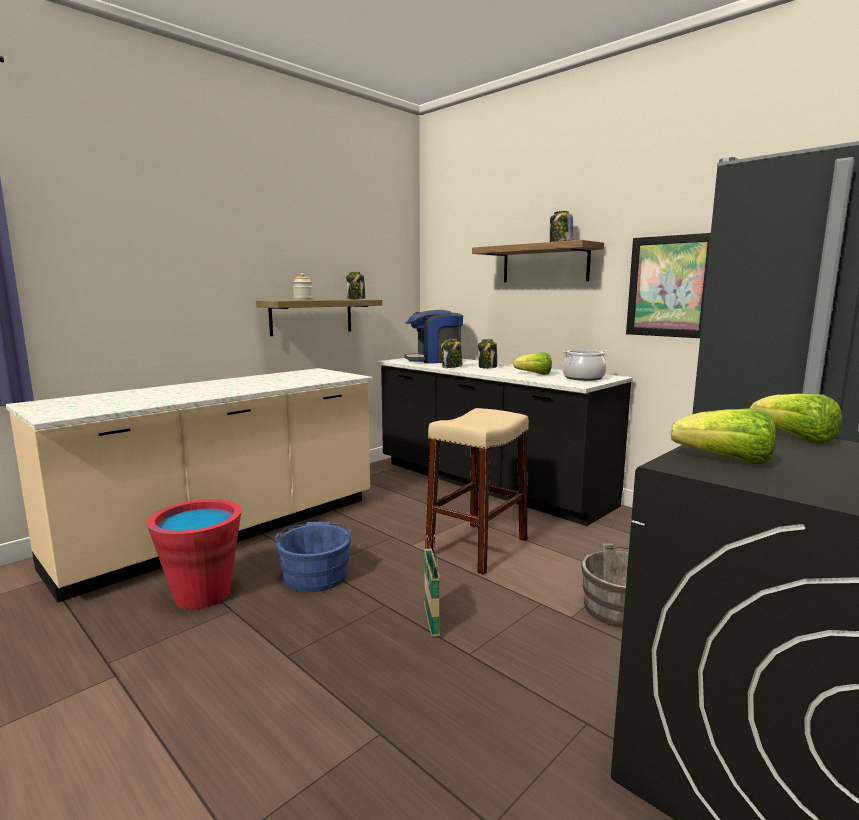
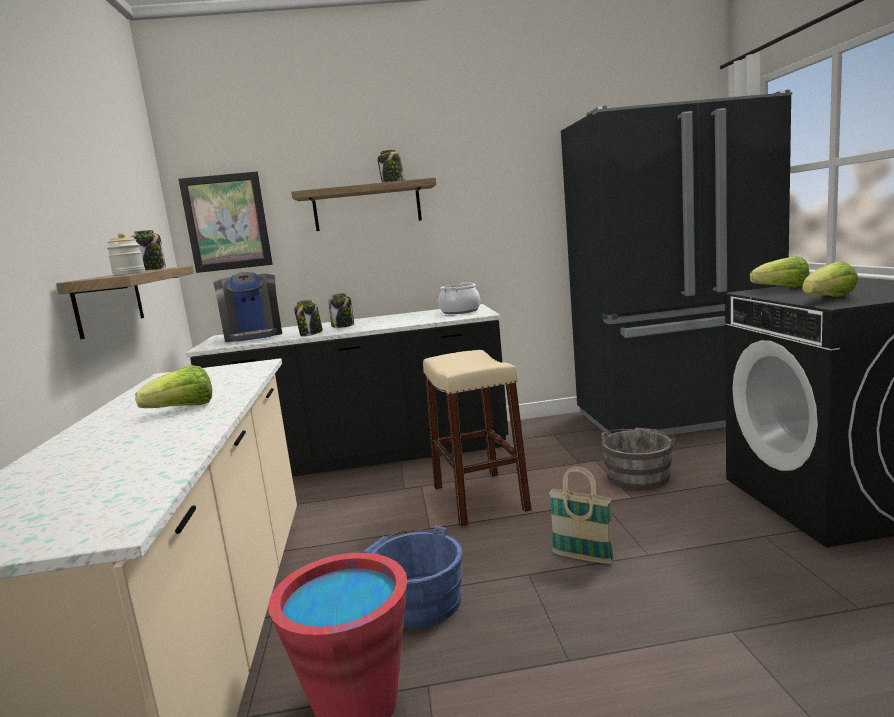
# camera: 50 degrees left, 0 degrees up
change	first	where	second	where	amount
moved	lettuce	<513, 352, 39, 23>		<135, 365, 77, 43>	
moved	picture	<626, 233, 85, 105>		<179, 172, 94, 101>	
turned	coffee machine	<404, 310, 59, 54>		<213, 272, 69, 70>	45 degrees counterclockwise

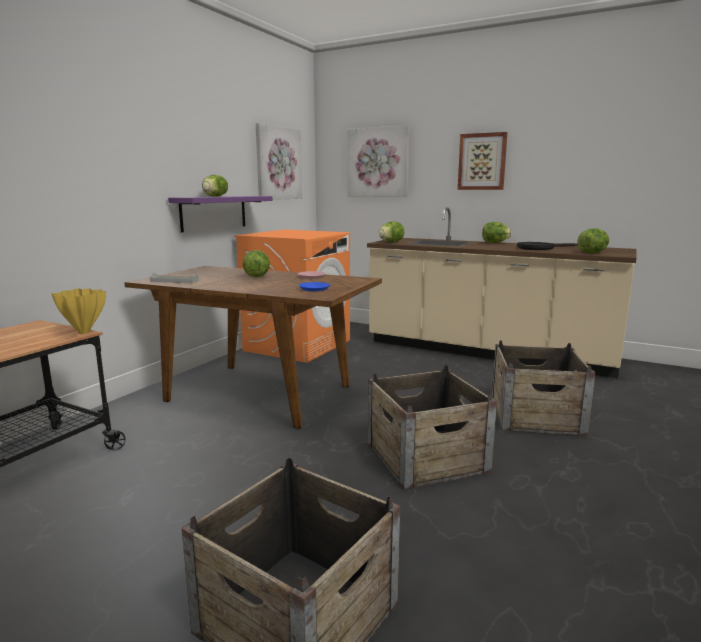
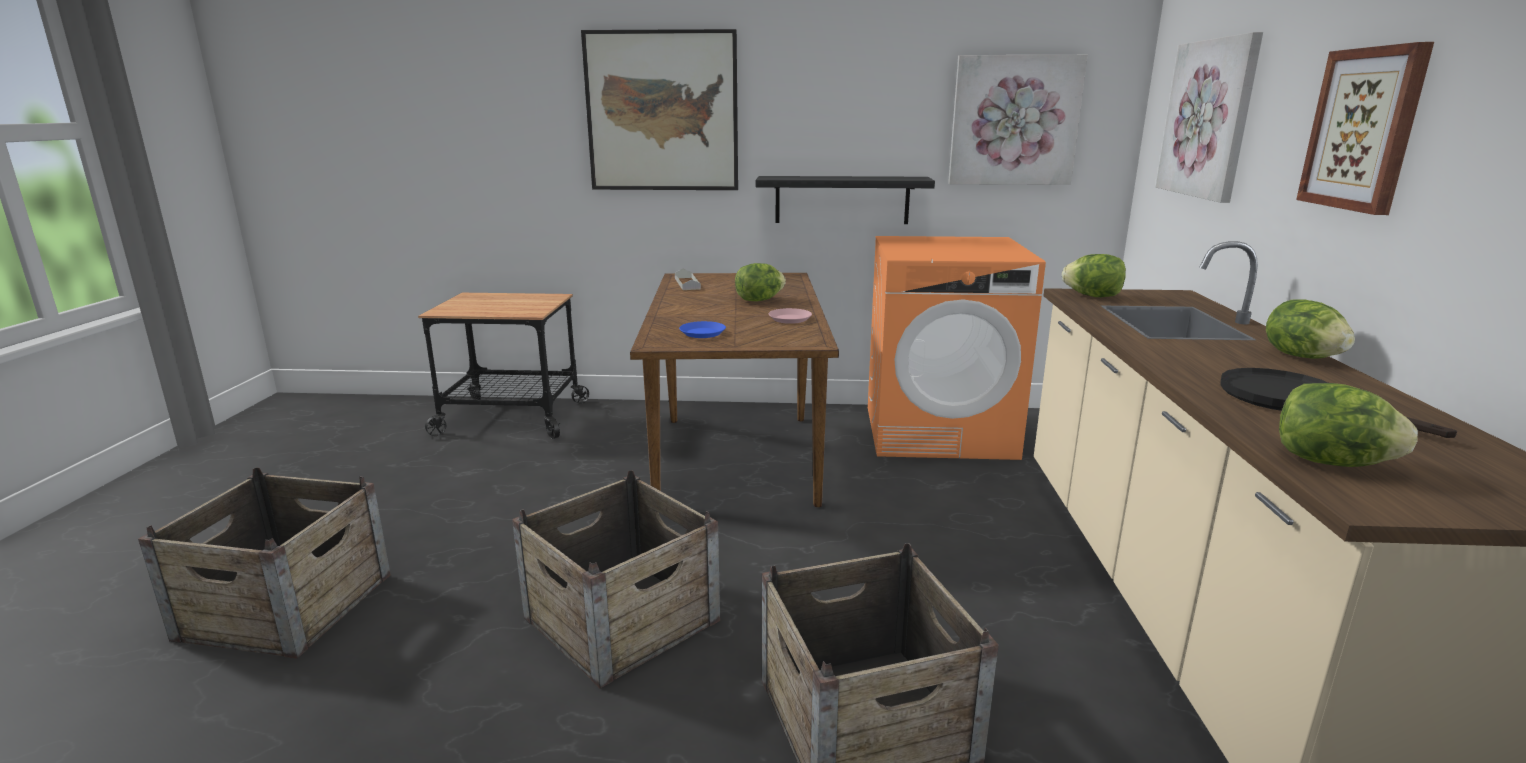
# camera: 65 degrees right, 5 degrees up
change	first	where	second	where	amount
added			picture	<581, 29, 157, 161>	
recoloured	shelf/purple	<168, 196, 105, 36>	shelf/black	<756, 176, 179, 48>	
removed	vase/yellow	<52, 289, 54, 45>			
removed	lettuce	<202, 175, 26, 22>			

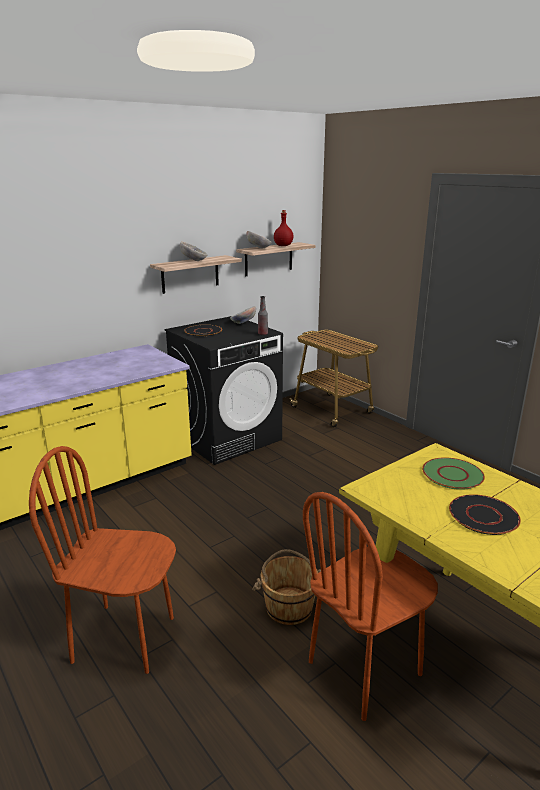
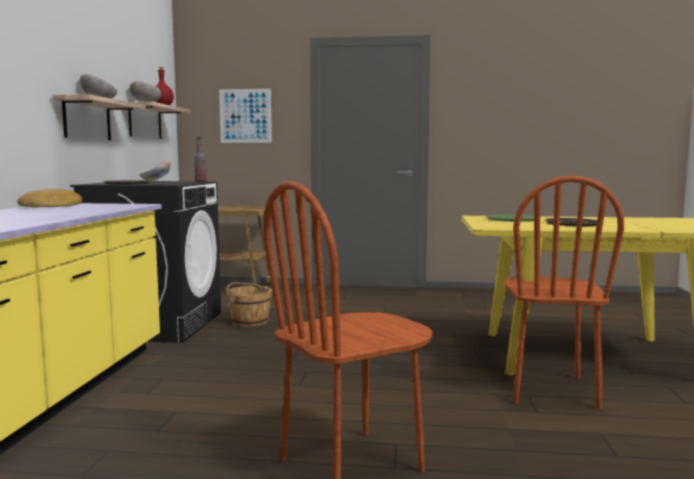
# camera: 45 degrees left, 15 degrees down
change	first	where	second	where	amount
added			bread	<17, 189, 66, 19>	
added			picture	<219, 89, 53, 54>	
moved	bucket/brown	<252, 549, 69, 76>		<226, 282, 46, 45>	

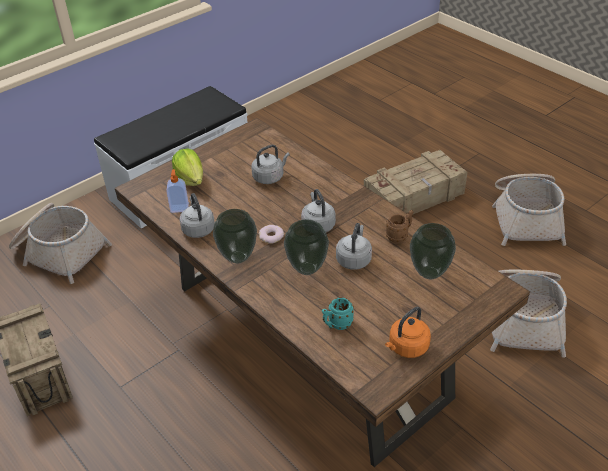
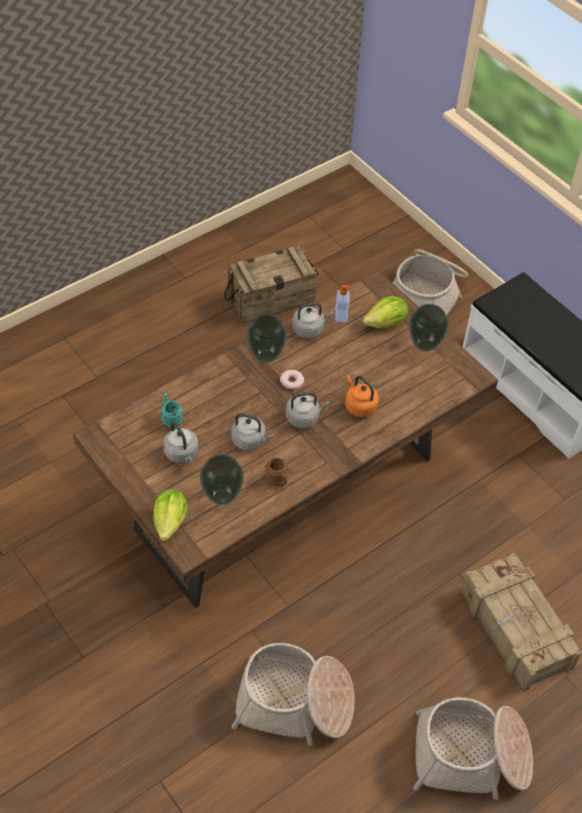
# camera: 90 degrees right, 10 degrees up
change	first	where	second	where	amount
added			lettuce	<153, 489, 35, 52>	
moved	kettle/grey	<251, 145, 39, 39>		<163, 421, 35, 42>	
moved	kettle/orange	<385, 307, 46, 51>		<345, 375, 34, 42>	
moved	vase	<284, 219, 45, 56>		<409, 304, 39, 47>	

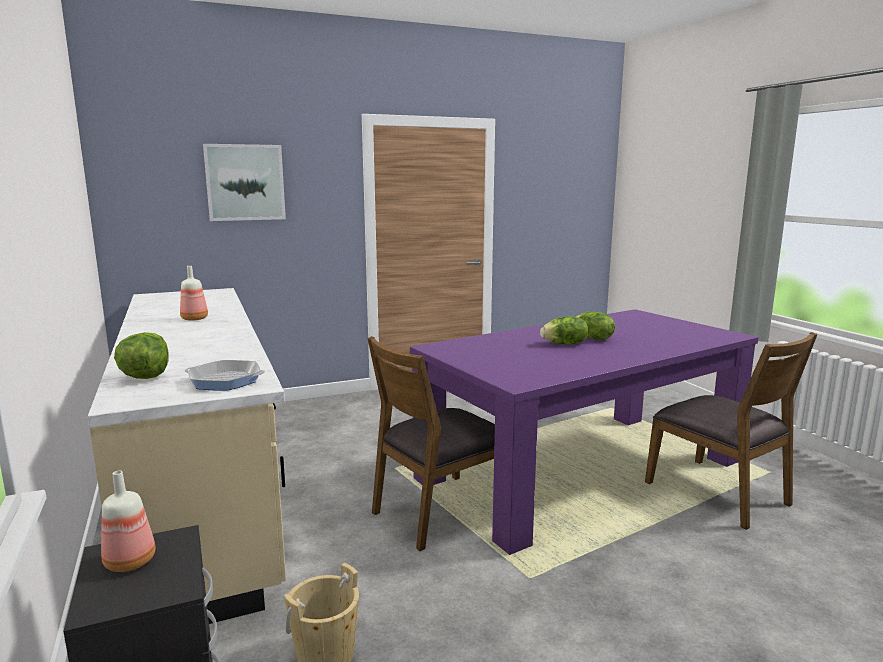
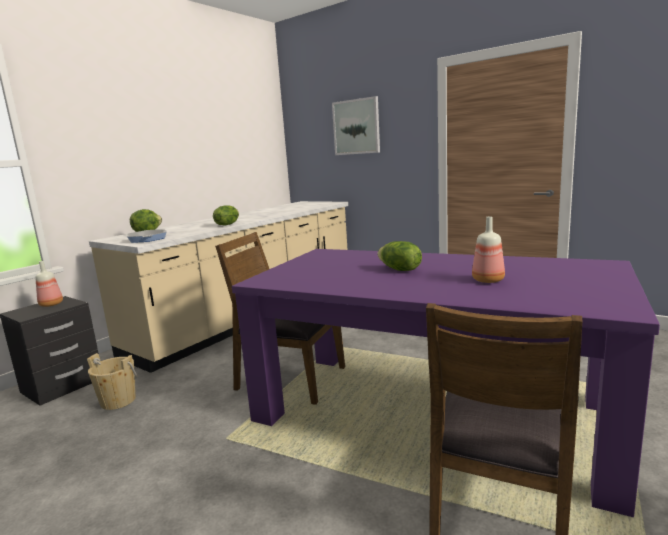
# camera: 60 degrees right, 0 degrees up
change	first	where	second	where	amount
moved	lettuce	<576, 311, 39, 28>		<213, 205, 26, 21>	
moved	bottle	<180, 266, 28, 55>		<472, 216, 33, 67>	

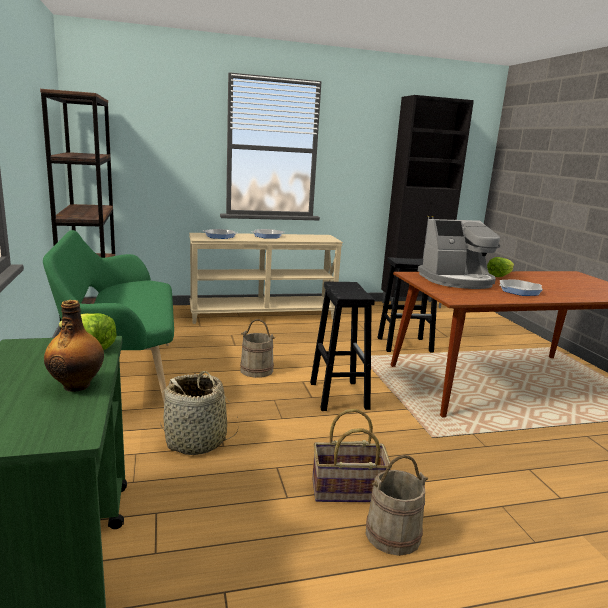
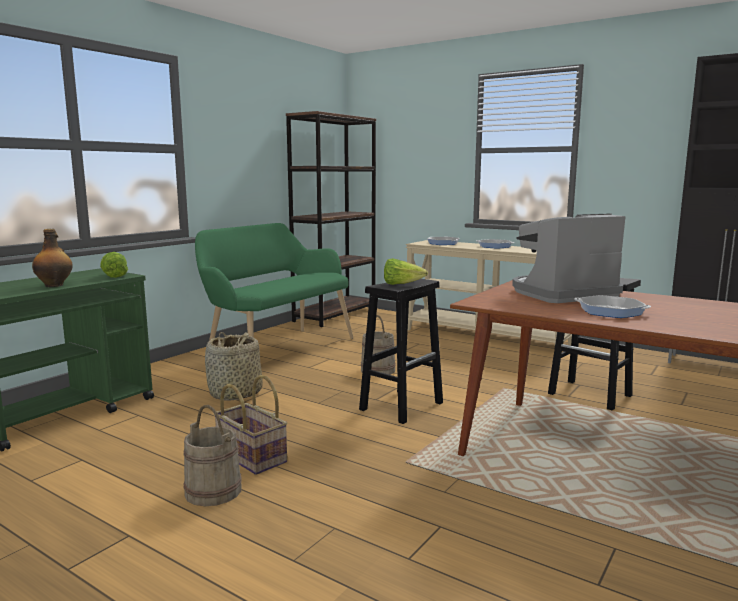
# camera: 50 degrees right, 5 degrees down
change	first	where	second	where	amount
moved	lettuce	<487, 257, 27, 20>		<384, 258, 44, 27>	
turned	coffee machine	<418, 219, 82, 70>		<512, 214, 114, 89>	120 degrees clockwise

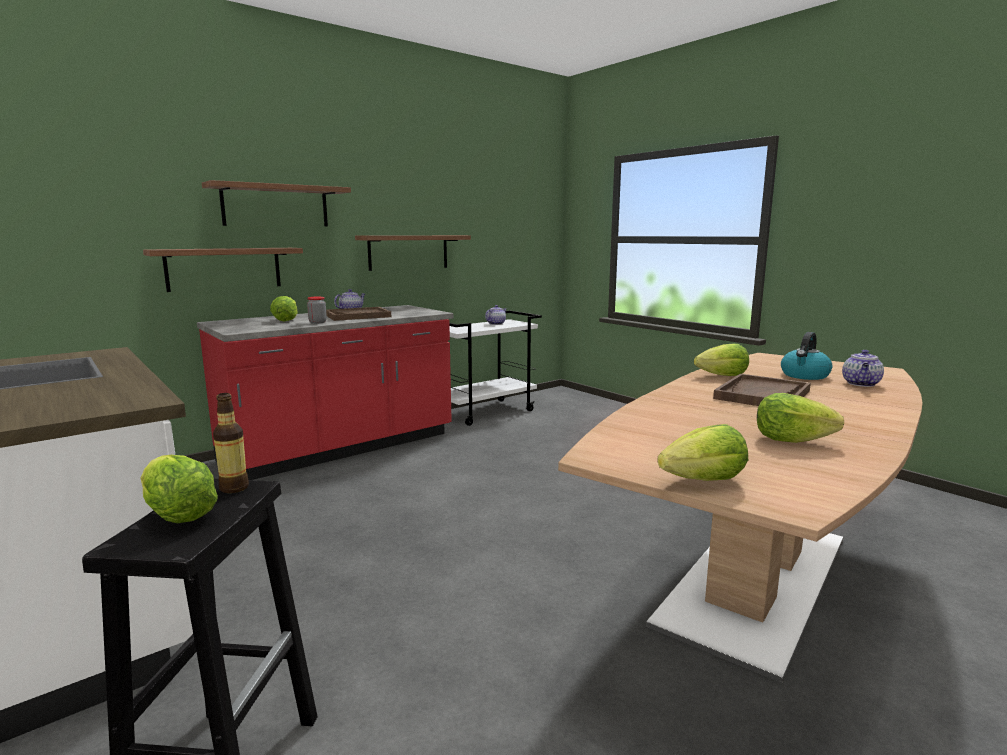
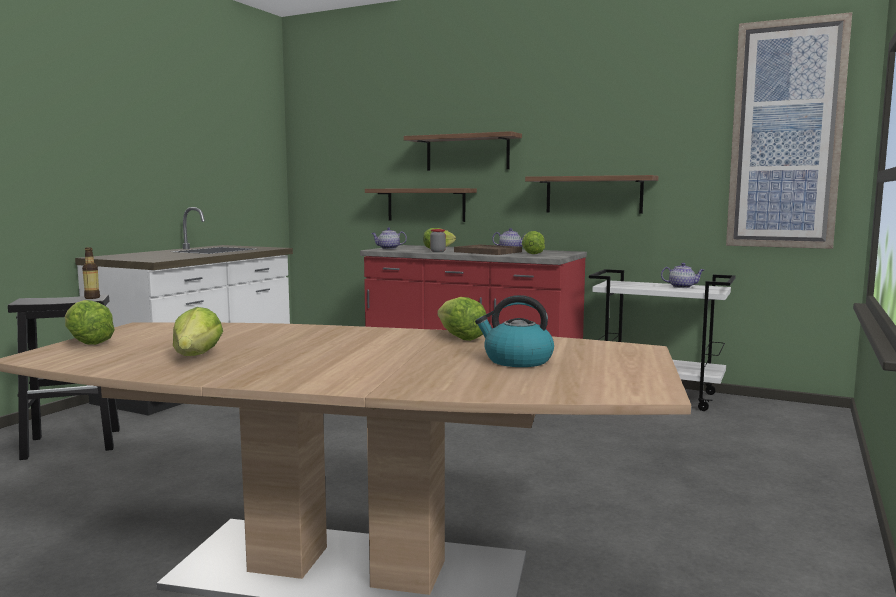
# camera: 65 degrees right, 5 degrees down
change	first	where	second	where	amount
moved	teapot	<842, 350, 42, 37>		<371, 227, 36, 22>	
moved	lettuce	<140, 455, 78, 68>		<522, 231, 23, 23>	
added			picture	<726, 12, 126, 237>	
removed	tray/brown	<713, 374, 98, 32>			

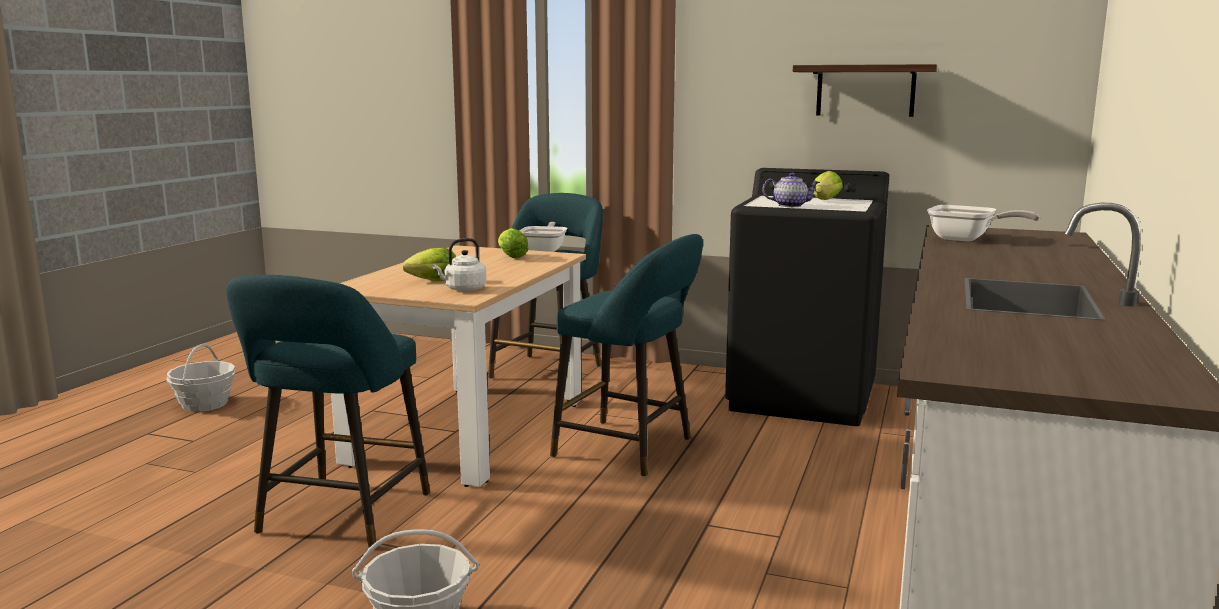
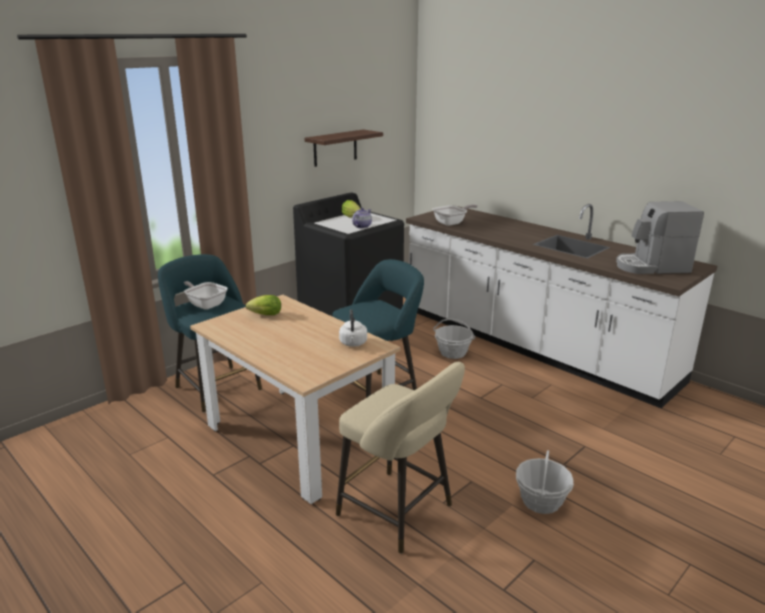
# camera: 65 degrees left, 10 degrees up
change	first	where	second	where	amount
recoloured	stool/turquoise	<226, 275, 204, 273>	stool/beige	<336, 362, 129, 192>	
moved	basket	<167, 343, 68, 69>		<433, 319, 42, 40>	
added			coffee machine	<616, 201, 88, 73>	
removed	lettuce	<402, 248, 54, 33>			

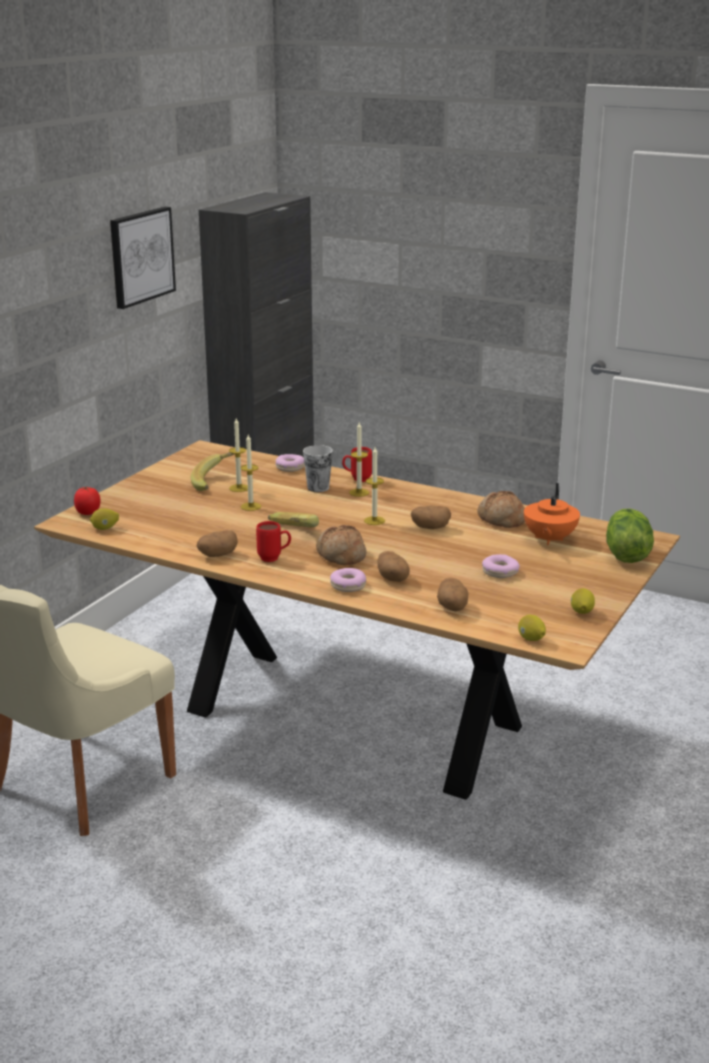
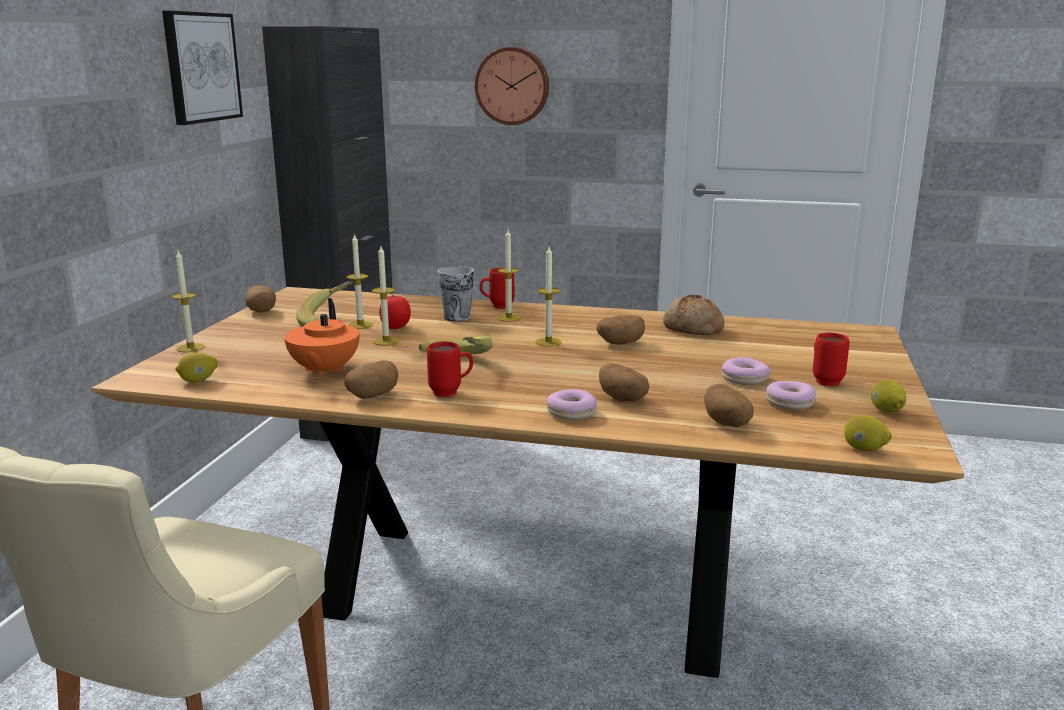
# camera: 15 degrees left, 5 degrees down
change	first	where	second	where	amount
added			candle	<172, 251, 33, 102>	
added			potato	<245, 285, 31, 28>	
moved	teapot/orange	<524, 483, 56, 62>		<284, 298, 76, 80>	
moved	tomato	<74, 487, 27, 28>		<379, 295, 32, 34>	
added			wall clock	<475, 47, 74, 78>	
moved	donut	<275, 454, 30, 18>		<766, 381, 50, 29>	
added			mug/red	<813, 333, 37, 53>	
removed	bread	<316, 525, 50, 40>			
removed	lettuce	<606, 509, 48, 54>			

